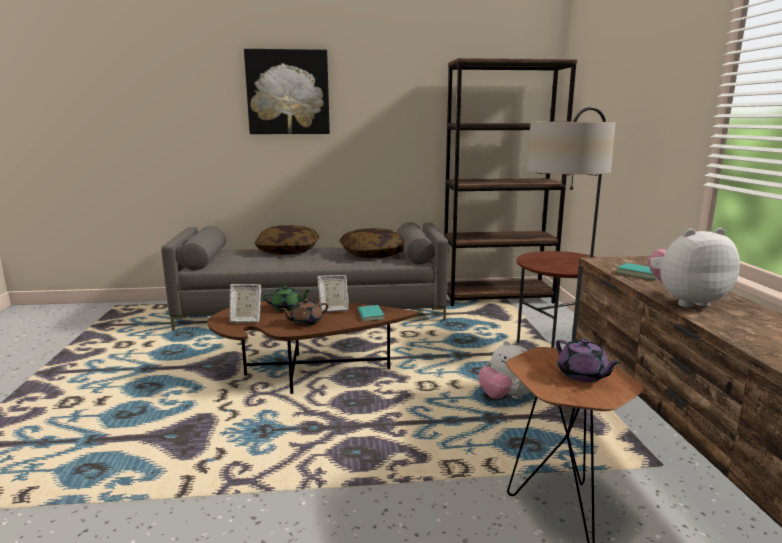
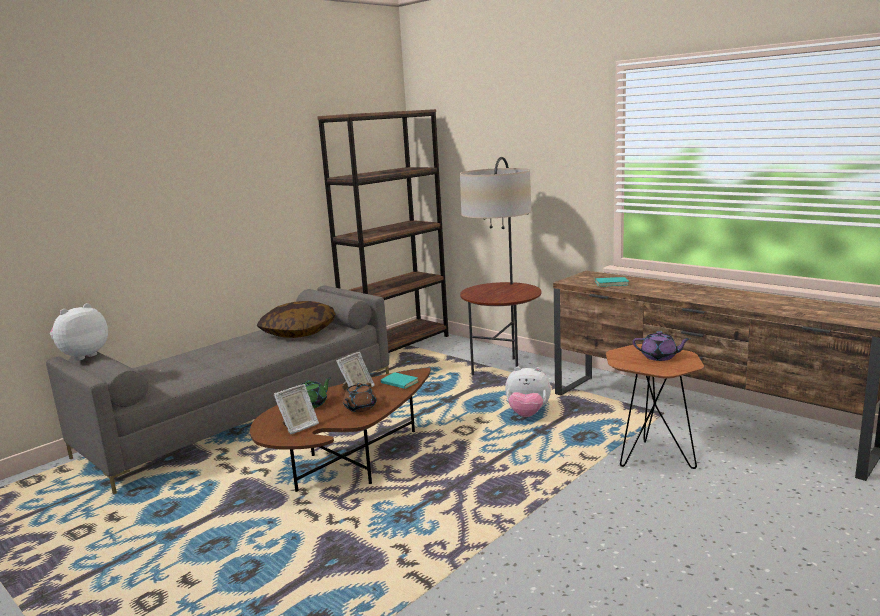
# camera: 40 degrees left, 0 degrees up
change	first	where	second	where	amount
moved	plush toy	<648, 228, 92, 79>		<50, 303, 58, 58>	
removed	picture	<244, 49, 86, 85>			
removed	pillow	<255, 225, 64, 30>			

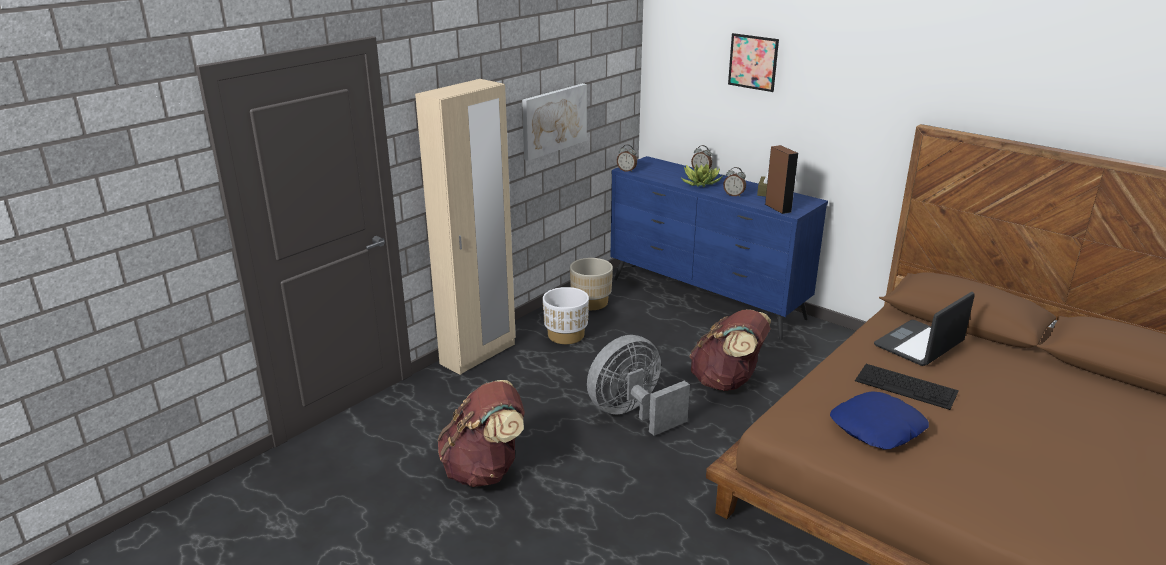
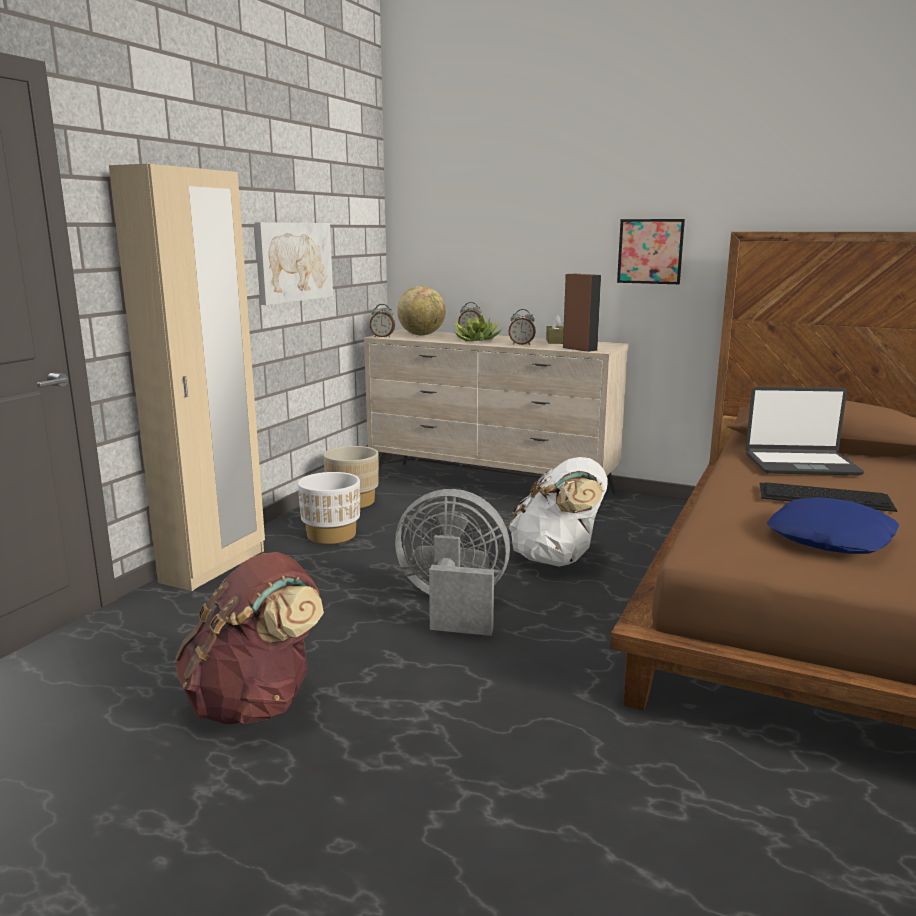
# camera: 15 degrees left, 10 degrees down
change	first	where	second	where	amount
recoloured	dresser/blue	<611, 156, 217, 184>	dresser/beige	<364, 330, 265, 184>	
turned	fan/grey	<587, 335, 103, 101>		<395, 489, 115, 147>	60 degrees clockwise
added			globe	<397, 286, 49, 49>	
recoloured	backpack/brown	<689, 309, 82, 82>	backpack/white	<509, 457, 98, 110>	
moved	picture	<728, 33, 51, 59>		<617, 219, 68, 65>	
turned	laptop	<874, 292, 101, 74>		<745, 387, 119, 88>	120 degrees counterclockwise

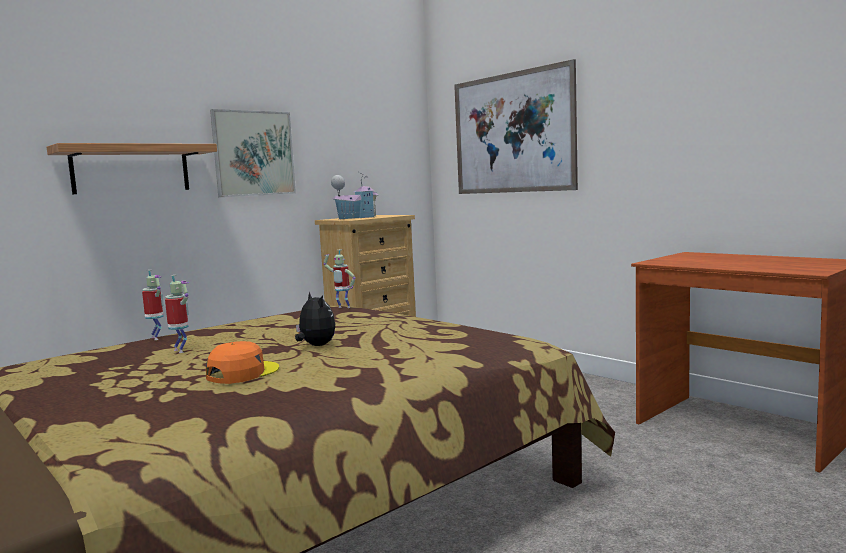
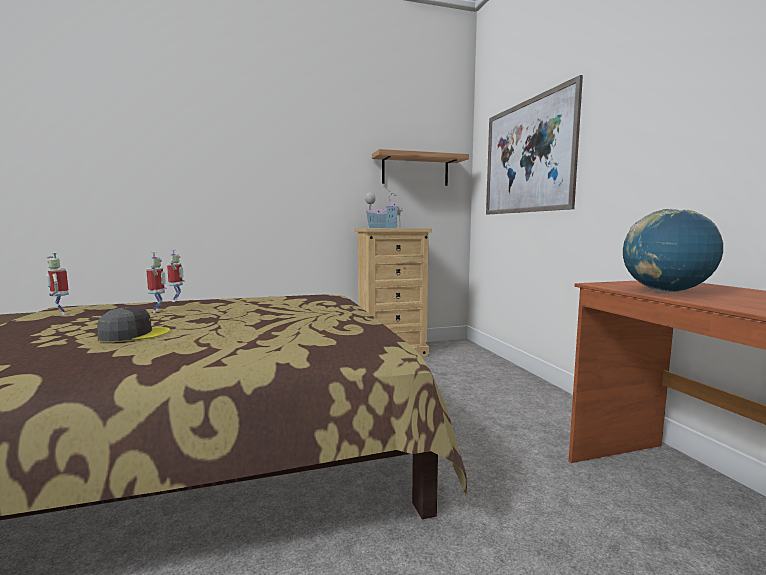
# camera: 25 degrees right, 0 degrees up
change	first	where	second	where	amount
moved	toy robot	<324, 250, 32, 58>		<46, 253, 23, 62>	
recoloured	cap/orange	<206, 341, 73, 43>	cap/grey	<97, 307, 73, 35>	
moved	shelf	<47, 143, 170, 51>		<372, 149, 97, 37>	
added			globe	<623, 208, 100, 84>	
removed	picture	<210, 109, 86, 88>			
removed	plush toy	<295, 292, 40, 54>			

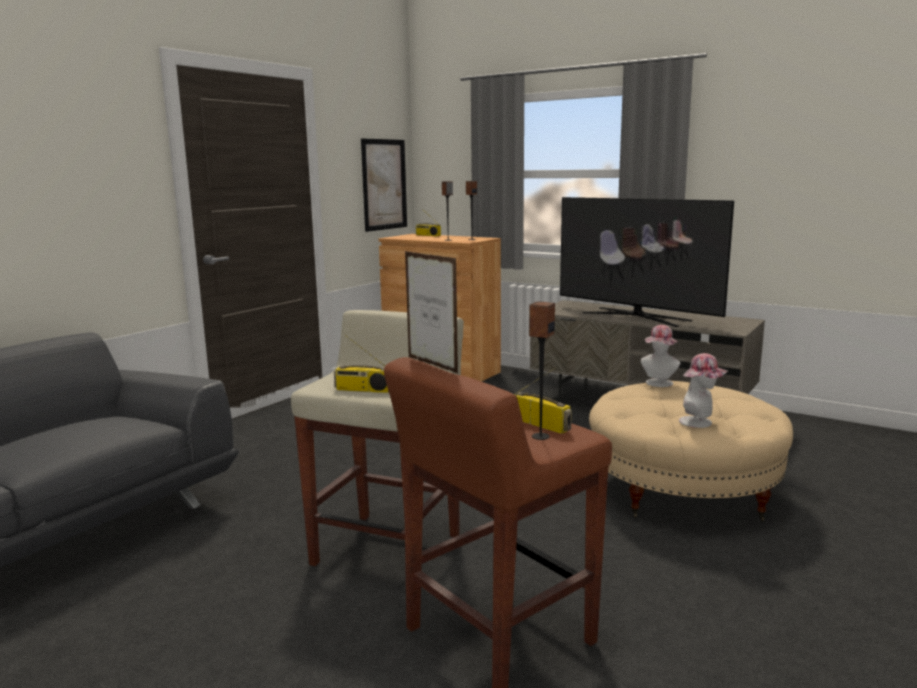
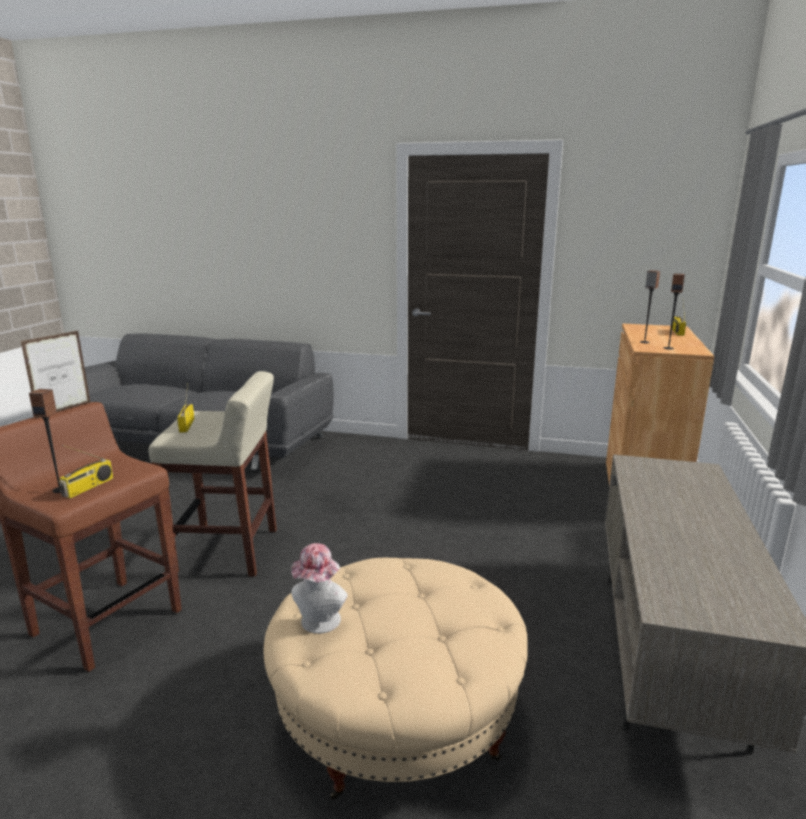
# camera: 70 degrees right, 5 degrees up
change	first	where	second	where	amount
removed	picture	<361, 138, 46, 94>			
removed	television	<560, 197, 174, 130>			
removed	hat	<641, 325, 40, 62>			

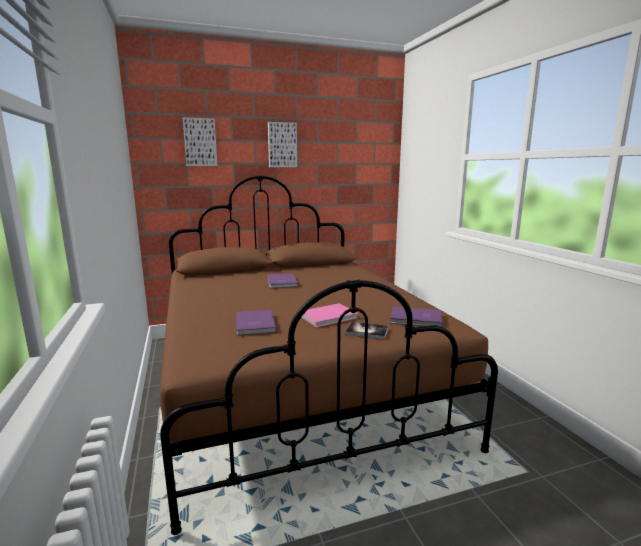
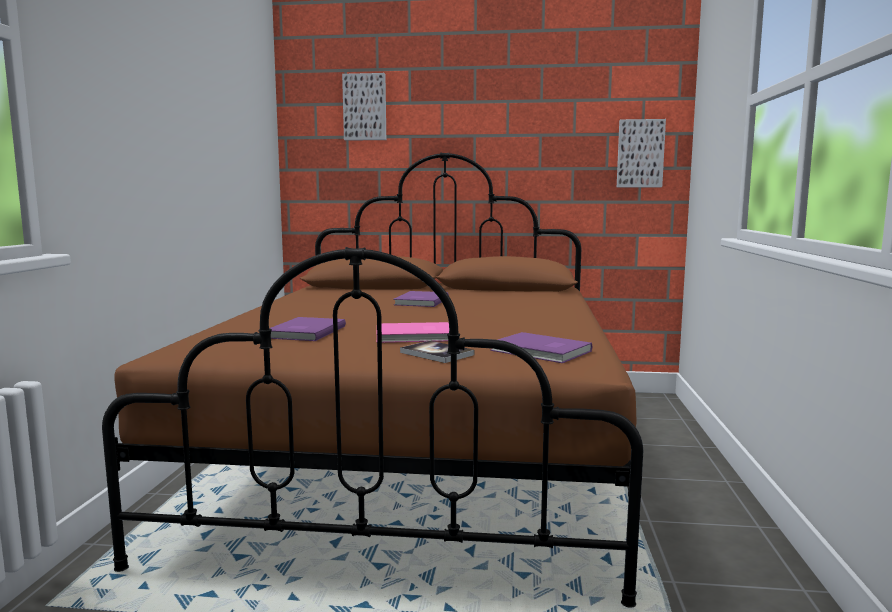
# camera: 25 degrees right, 5 degrees down
change	first	where	second	where	amount
moved	picture	<268, 122, 29, 45>		<617, 119, 49, 68>	

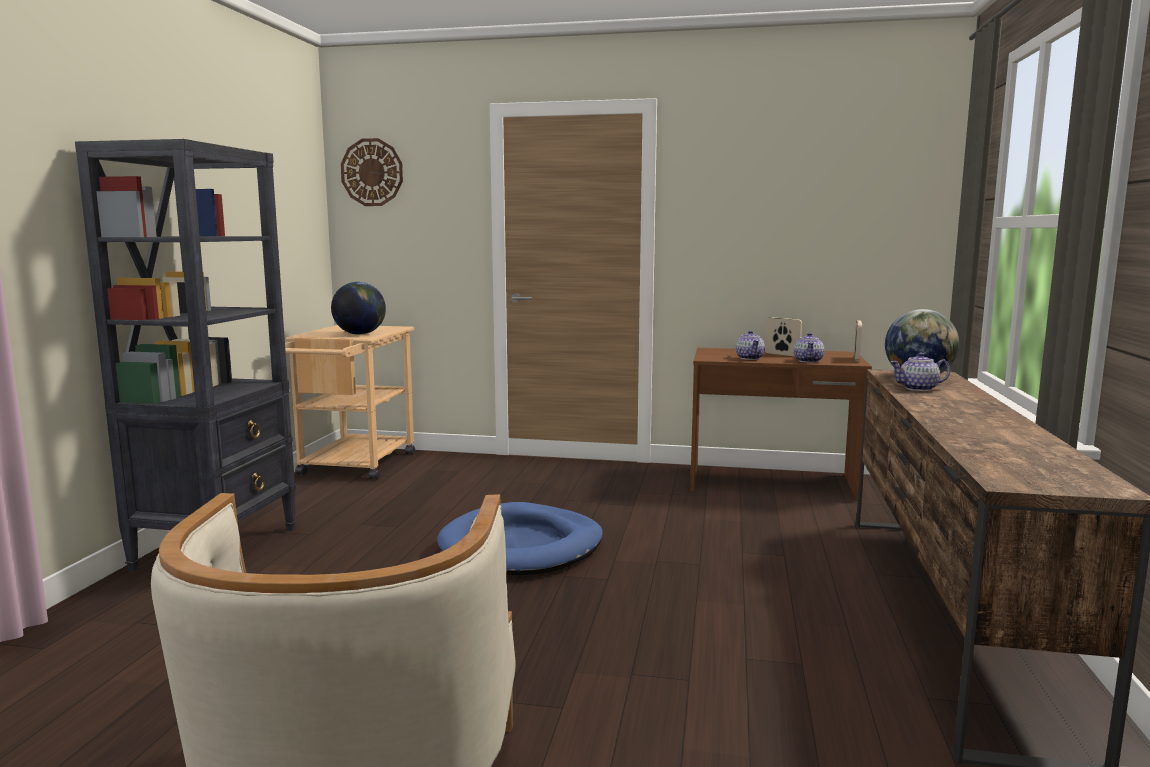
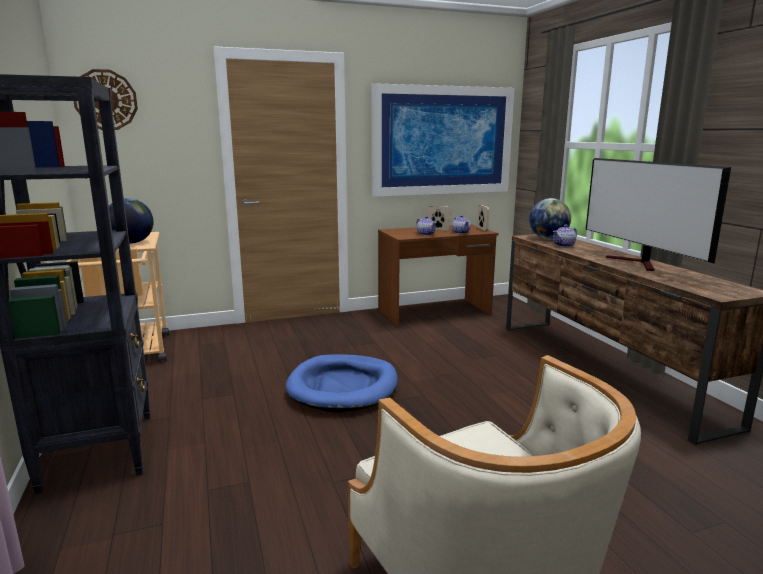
# camera: 30 degrees left, 5 degrees up
change	first	where	second	where	amount
added			picture	<371, 83, 144, 114>	
added			television	<586, 158, 145, 113>	

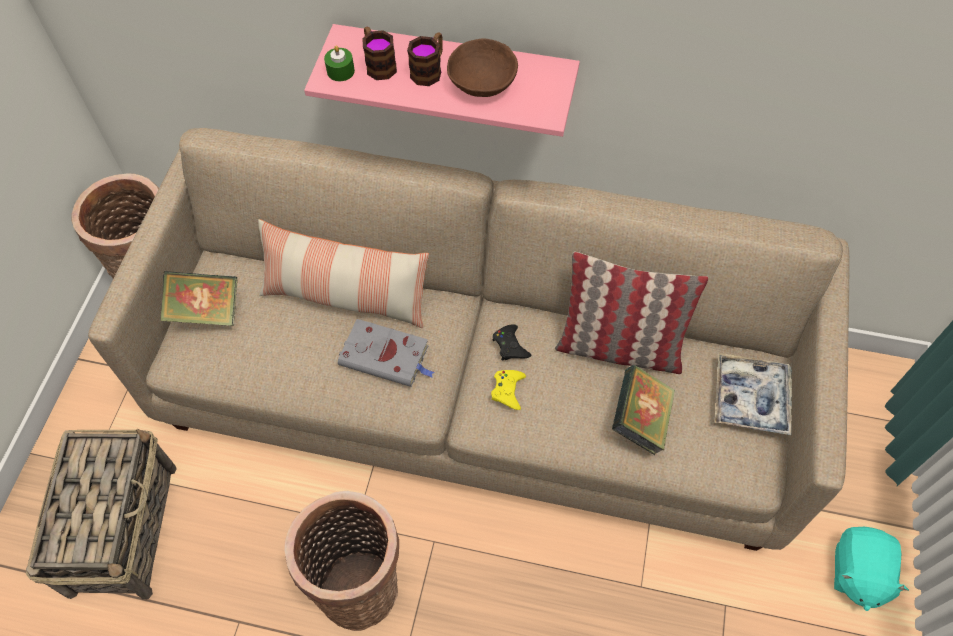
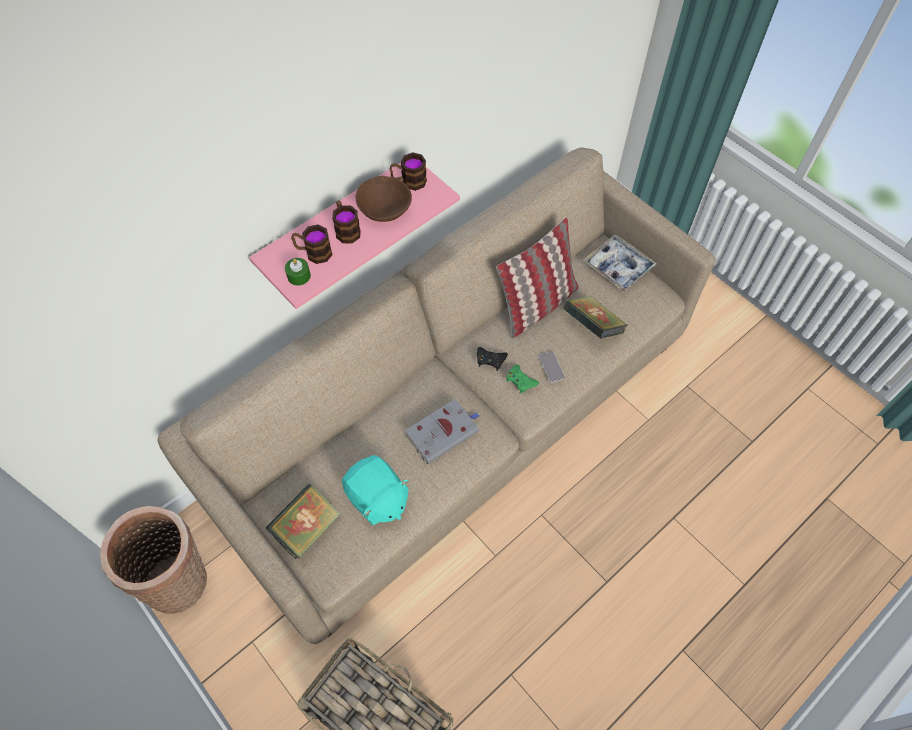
# camera: 55 degrees left, 0 degrees up
change	first	where	second	where	amount
moved	plush toy/turquoise	<834, 527, 75, 84>		<342, 455, 67, 70>	
added			mug	<390, 152, 37, 39>	
recoloured	game controller/yellow	<491, 370, 35, 40>	game controller/green	<506, 364, 33, 30>	
added			phone	<539, 351, 26, 32>	
removed	pillow	<258, 219, 171, 109>			
removed	basket	<284, 491, 115, 140>			

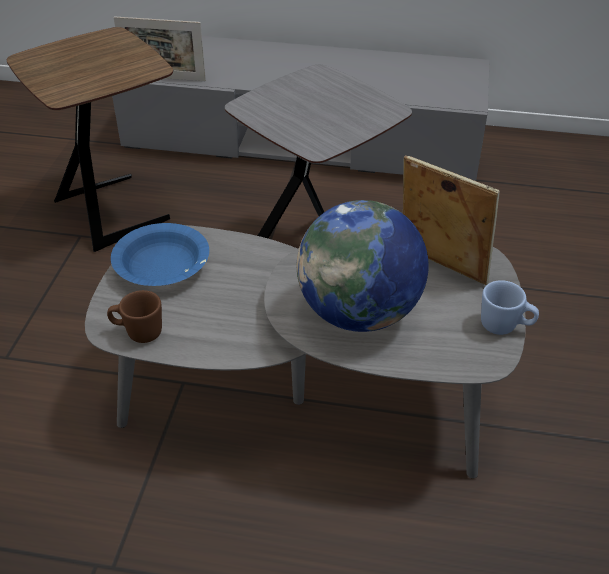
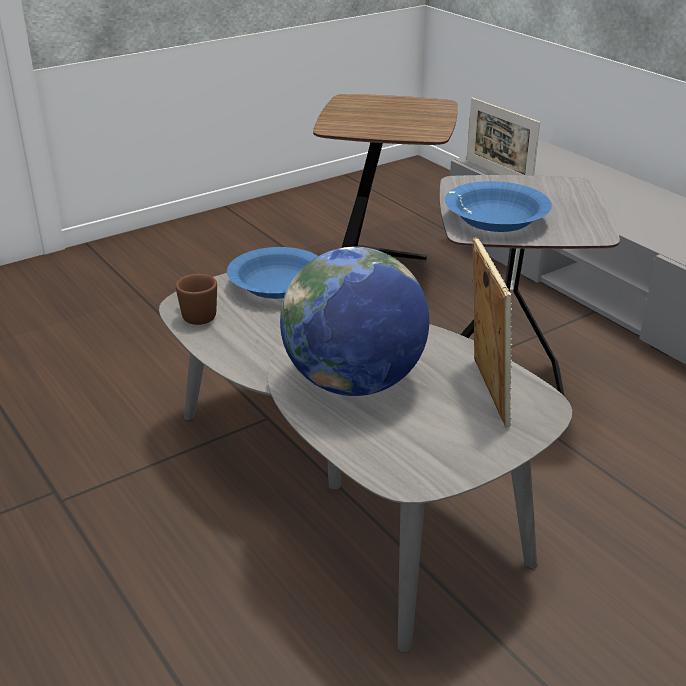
# camera: 45 degrees right, 10 degrees down
change	first	where	second	where	amount
added			bowl/blue	<445, 181, 107, 51>	
removed	mug/blue	<481, 280, 58, 55>			

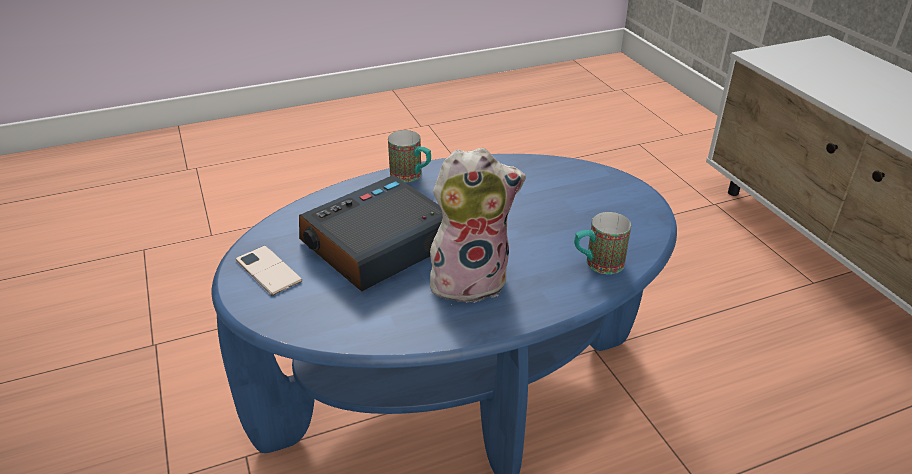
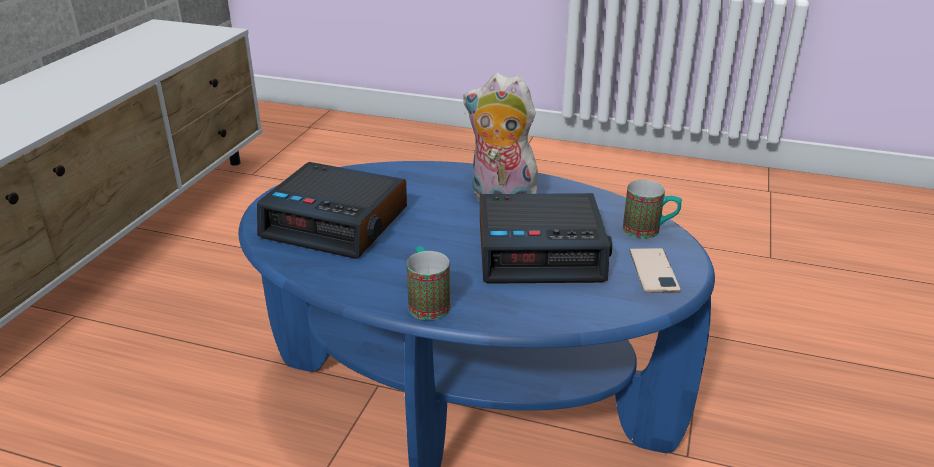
# camera: 140 degrees left, 5 degrees down
change	first	where	second	where	amount
added			alarm clock	<257, 162, 150, 97>	
moved	mug	<574, 212, 57, 62>		<623, 180, 59, 59>	

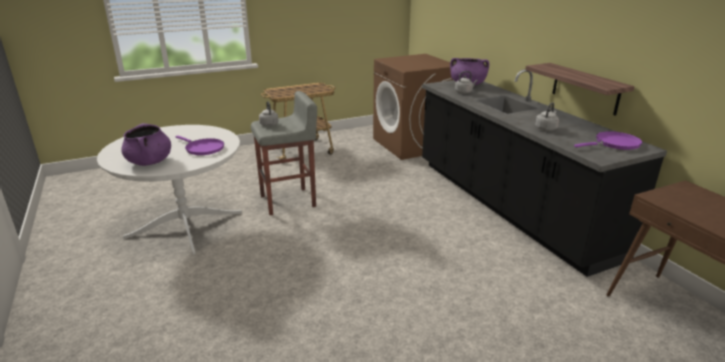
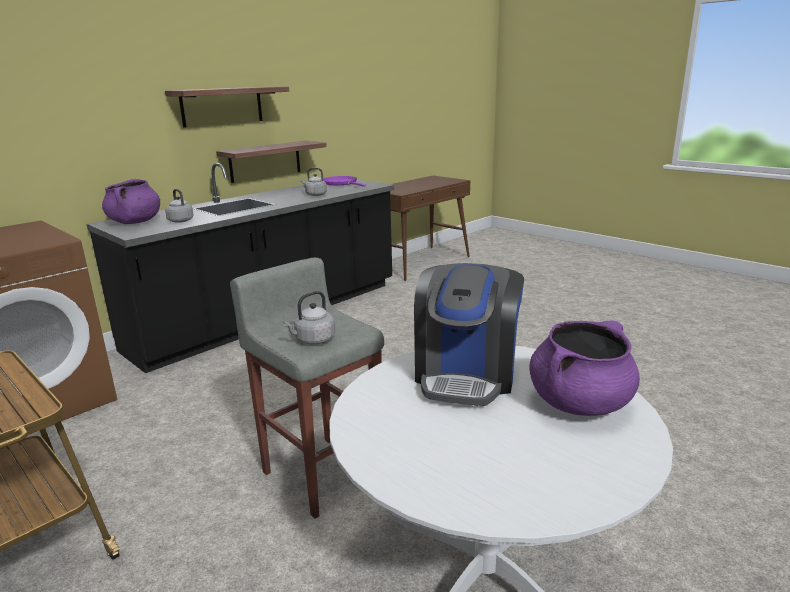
# camera: 110 degrees left, 5 degrees down
change	first	where	second	where	amount
added			shelf	<165, 87, 124, 41>	
replaced	frying pan/purple	<176, 136, 48, 19>	coffee machine	<414, 263, 110, 143>	

